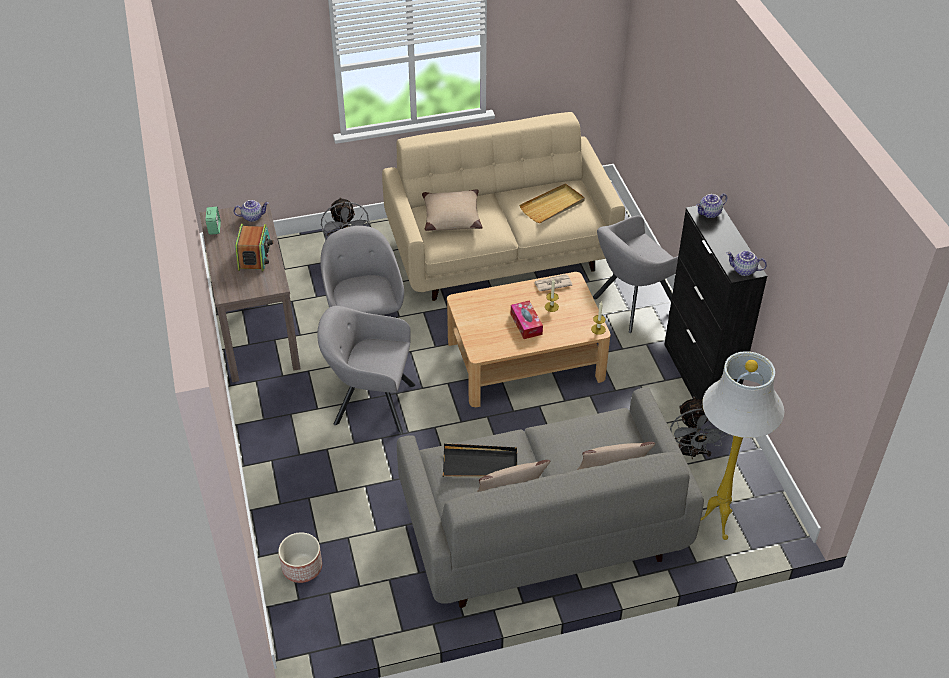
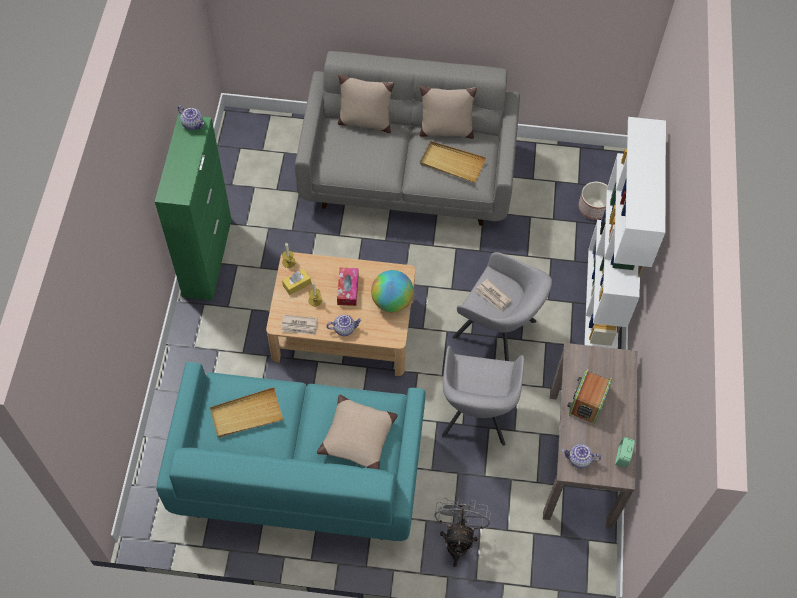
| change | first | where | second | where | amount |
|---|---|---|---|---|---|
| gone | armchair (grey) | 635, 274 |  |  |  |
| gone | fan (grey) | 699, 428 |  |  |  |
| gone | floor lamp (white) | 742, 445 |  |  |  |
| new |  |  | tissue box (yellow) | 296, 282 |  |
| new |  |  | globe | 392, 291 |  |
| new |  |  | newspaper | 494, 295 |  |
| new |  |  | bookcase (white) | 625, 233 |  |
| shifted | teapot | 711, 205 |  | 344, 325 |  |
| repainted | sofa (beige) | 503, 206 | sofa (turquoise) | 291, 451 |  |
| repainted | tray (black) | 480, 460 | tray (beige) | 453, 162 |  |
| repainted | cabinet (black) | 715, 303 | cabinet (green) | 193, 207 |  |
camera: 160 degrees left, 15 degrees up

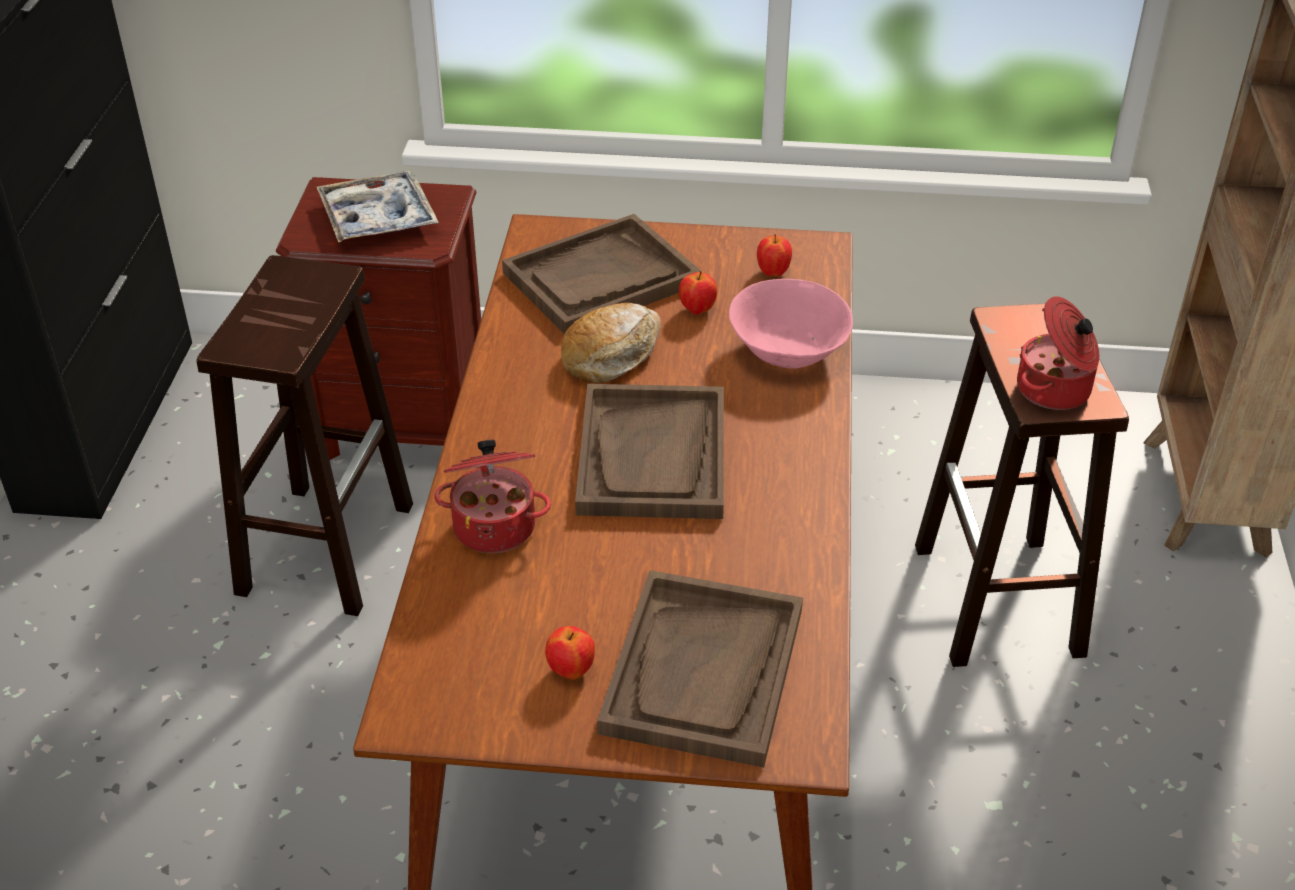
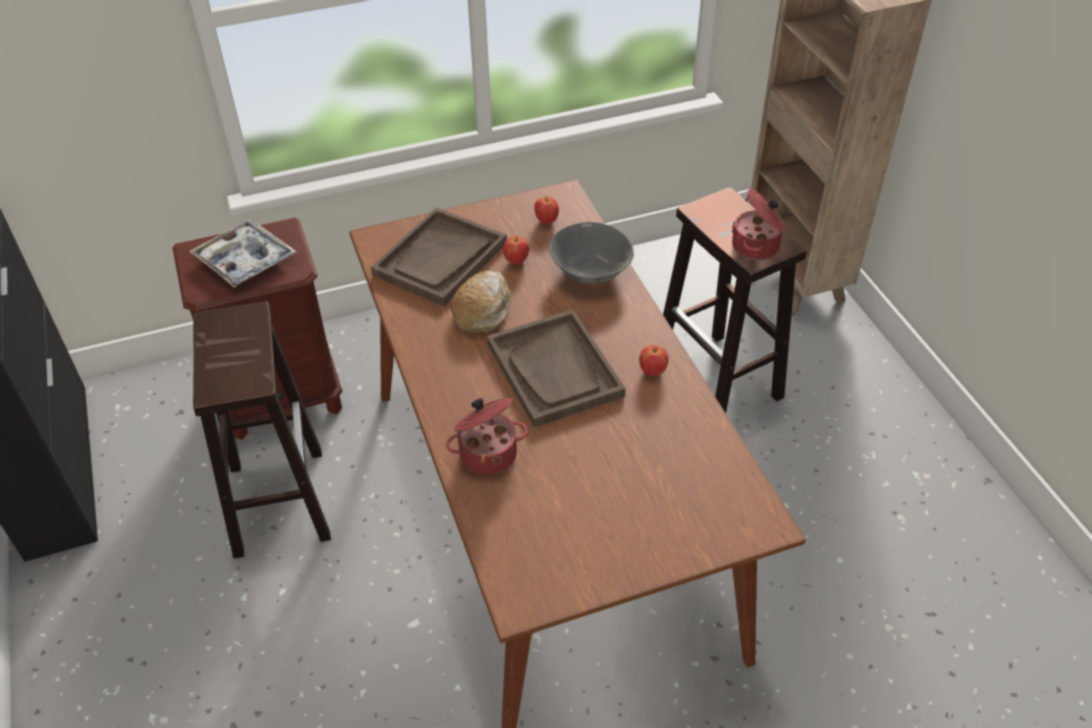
| change | first | where | second | where | amount |
|---|---|---|---|---|---|
| gone | tray (brown) | 700, 668 |  |  |  |
| shifted | apple | 570, 653 |  | 653, 360 |  |
| repainted | bowl (pink) | 791, 323 | bowl (grey) | 591, 253 |  |
camera: 25 degrees left, 5 degrees up

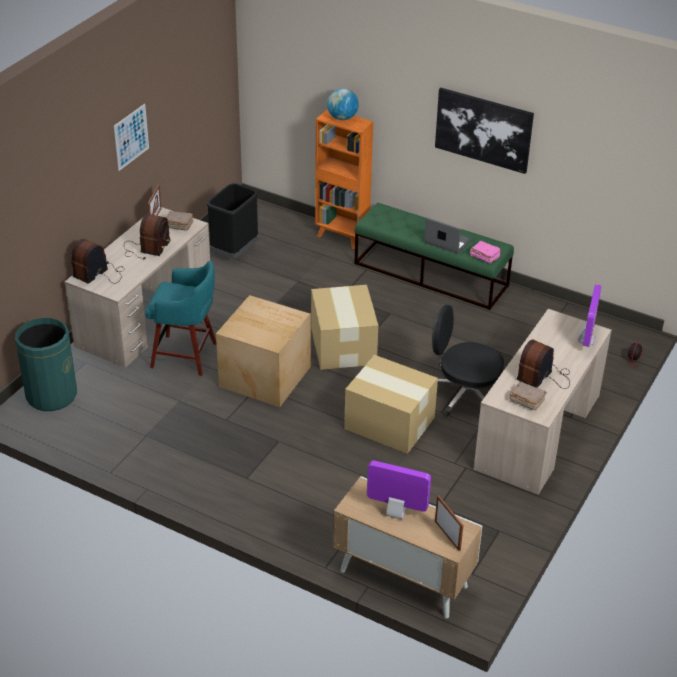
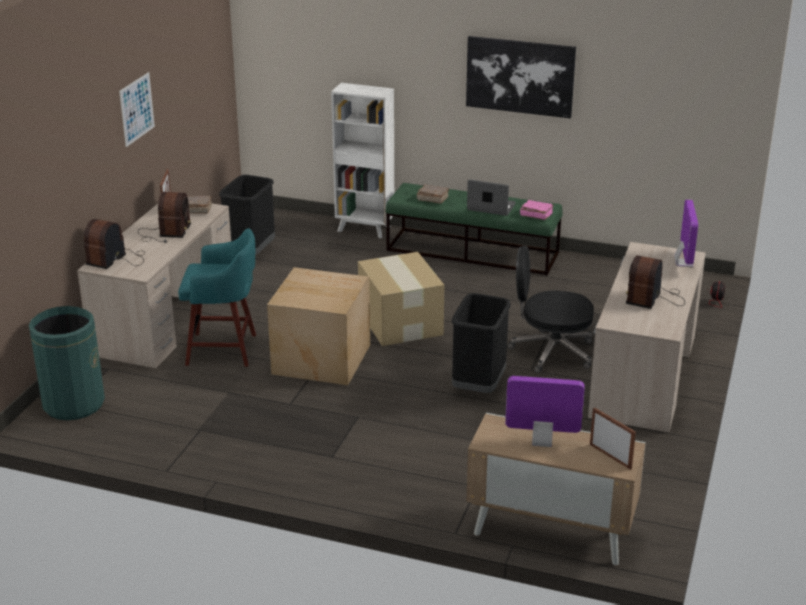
| change | first | where | second | where | amount |
|---|---|---|---|---|---|
| gone | globe | 343, 104 |  |  |  |
| shifted | book (brown) | 528, 396 |  | 433, 194 |  |
| swapped | cardboard box | 391, 404 | trash can (black) | 481, 343 |  |
| repainted | bookcase (orange) | 344, 179 | bookcase (white) | 362, 160 |  |
camera: 10 degrees left, 10 degrees down

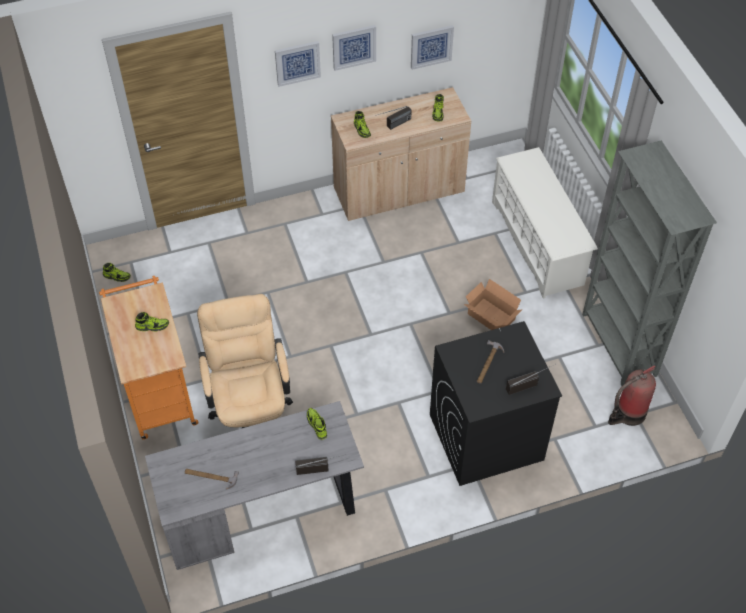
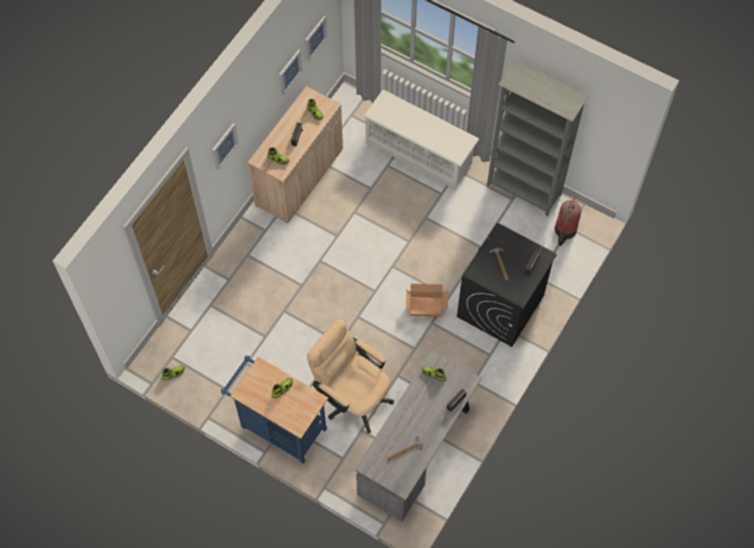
| change | first | where | second | where | amount |
|---|---|---|---|---|---|
| shifted | picture | 354, 48 |  | 316, 39 |  |
| shifted | cardboard box | 493, 304 |  | 427, 300 |  |
| repainted | cart (orange) | 149, 358 | cart (blue) | 274, 410 |  |
camera: 40 degrees left, 10 degrees up

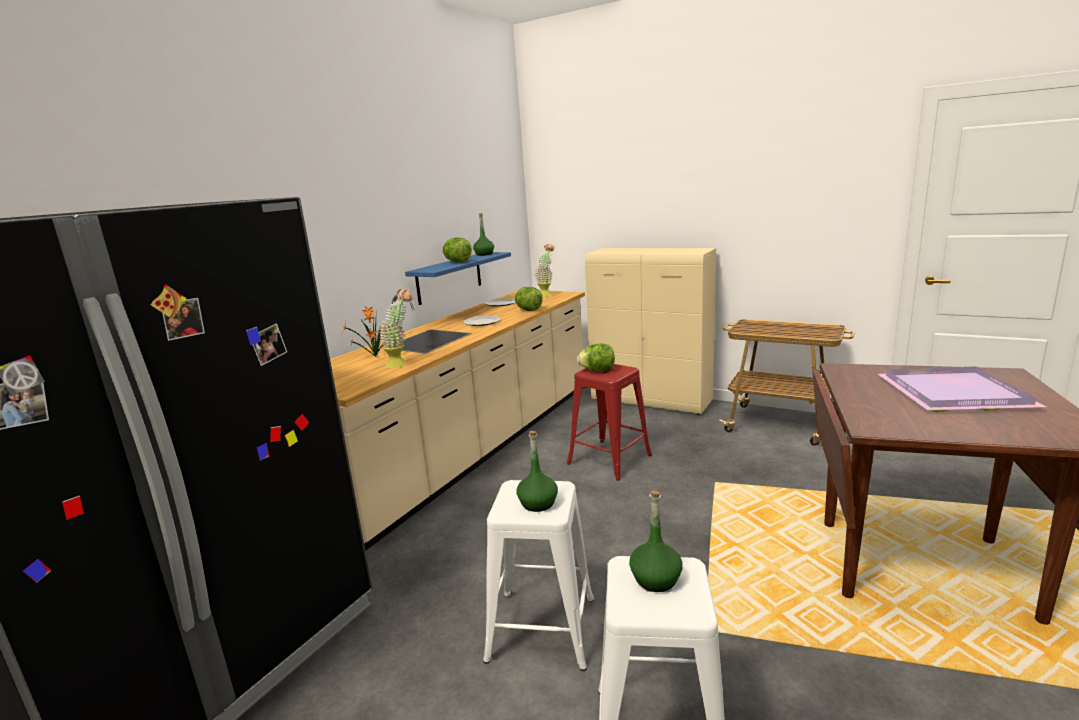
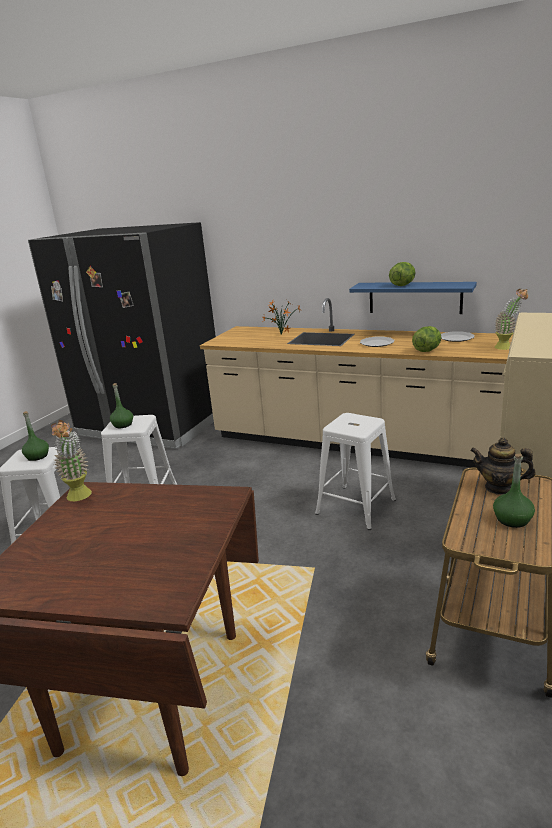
| change | first | where | second | where | amount |
|---|---|---|---|---|---|
| gone | lettuce | 596, 357 |  |  |  |
| gone | tray (purple) | 962, 389 |  |  |  |
| new |  |  | teapot | 503, 466 |  |
| shifted | potted plant | 395, 328 |  | 71, 460 |  |
| shifted | bottle (green) | 483, 234 |  | 514, 491 |  |
| repainted | stool (red) | 609, 422 | stool (white) | 355, 471 |  |
camera: 85 degrees right, 5 degrees up

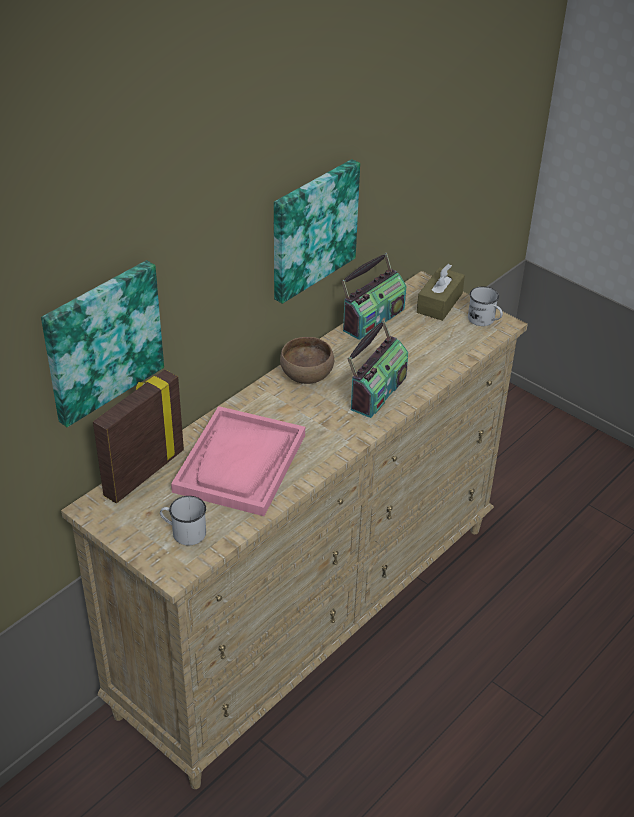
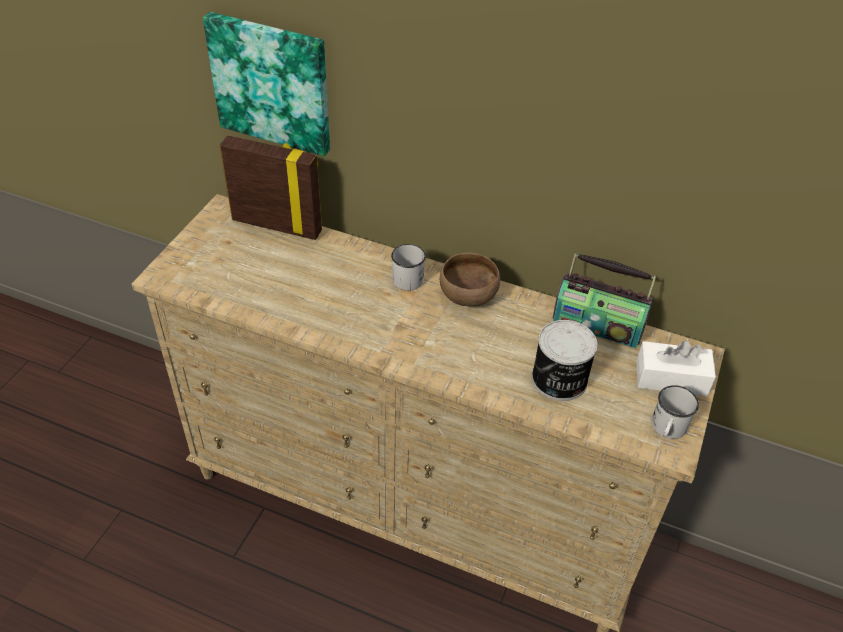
| change | first | where | second | where | amount |
|---|---|---|---|---|---|
| gone | tray (pink) | 238, 461 |  |  |  |
| gone | picture | 316, 231 |  |  |  |
| gone | radio | 377, 369 |  |  |  |
| new |  |  | can | 565, 360 |  |
| shifted | mug (white) | 183, 520 |  | 408, 267 |  |
| repainted | tissue box (brown) | 441, 292 | tissue box (white) | 676, 368 |  |
camera: 70 degrees right, 5 degrees up

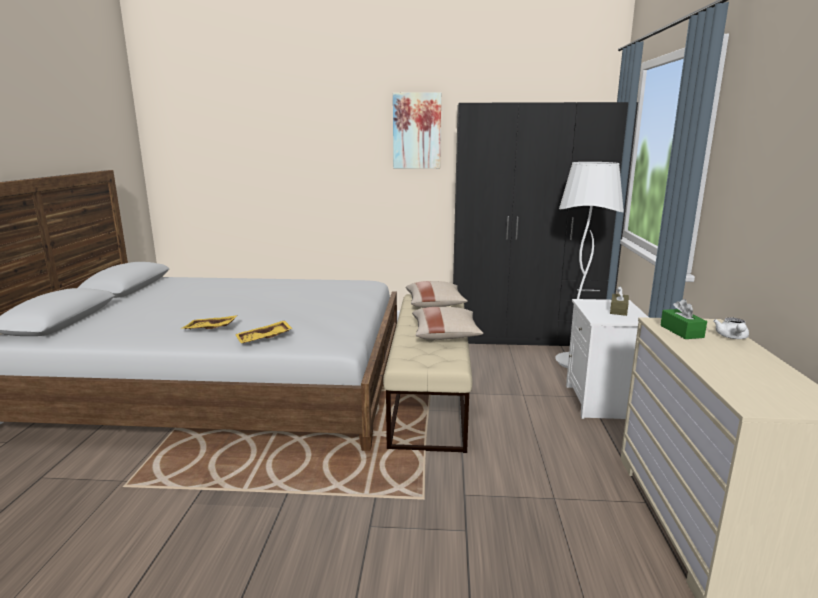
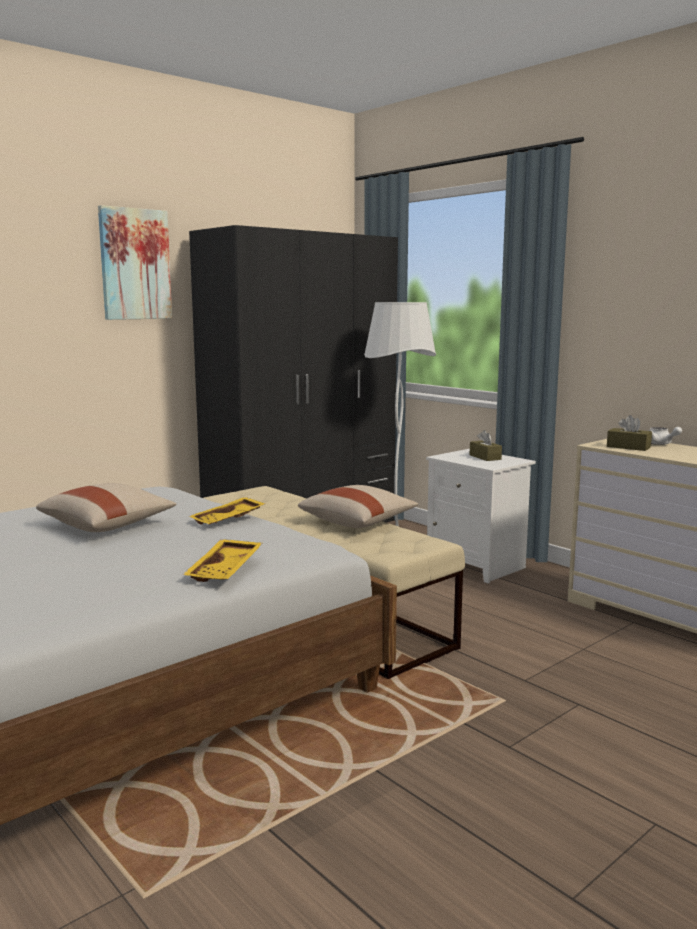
| change | first | where | second | where | amount |
|---|---|---|---|---|---|
| shifted | tray (yellow) | 209, 322 |  | 227, 511 |  |
| shifted | pillow (beige) | 437, 294 |  | 106, 507 |  |
| repainted | tissue box (green) | 683, 319 | tissue box (brown) | 629, 433 |  |
camera: 45 degrees left, 5 degrees down

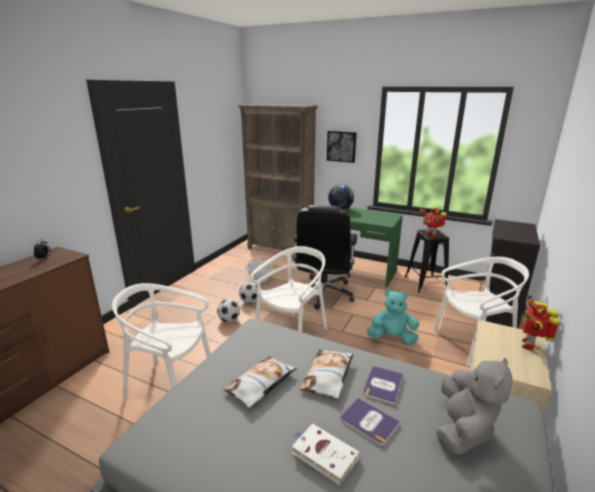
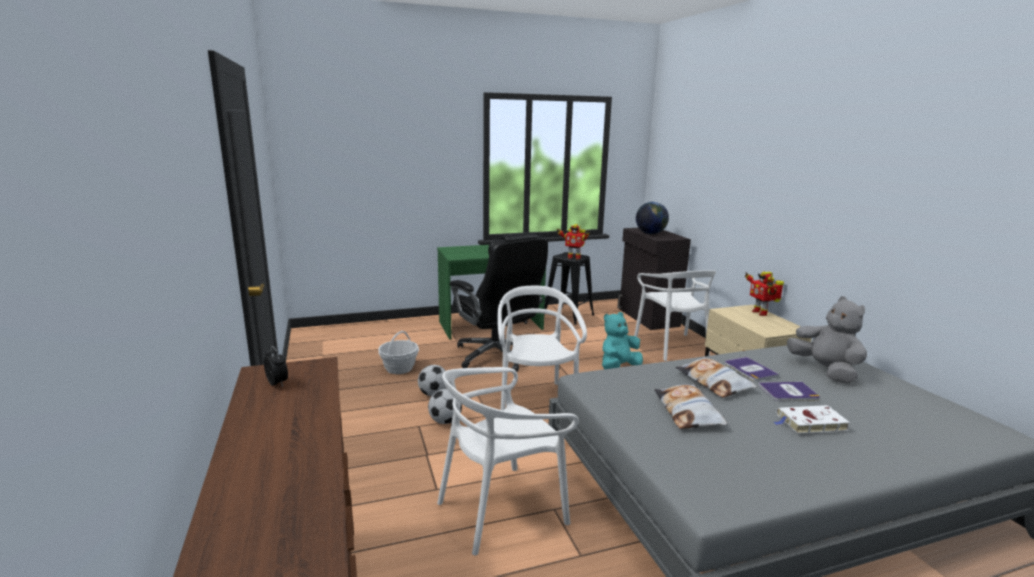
| change | first | where | second | where | amount |
|---|---|---|---|---|---|
| gone | bookcase (brown) | 278, 177 |  |  |  |
| gone | picture | 342, 147 |  |  |  |
| shifted | globe | 341, 197 |  | 652, 218 |  |
| rotated | chair (white) | 481, 312 |  | 675, 315 | 135 degrees clockwise |
camera: 45 degrees left, 5 degrees down

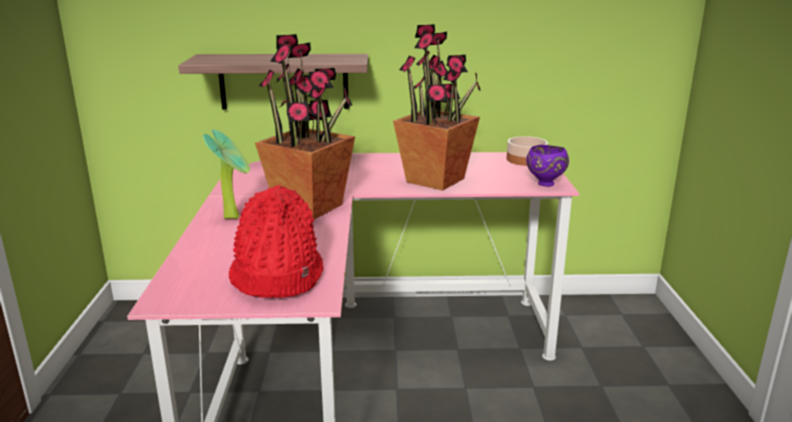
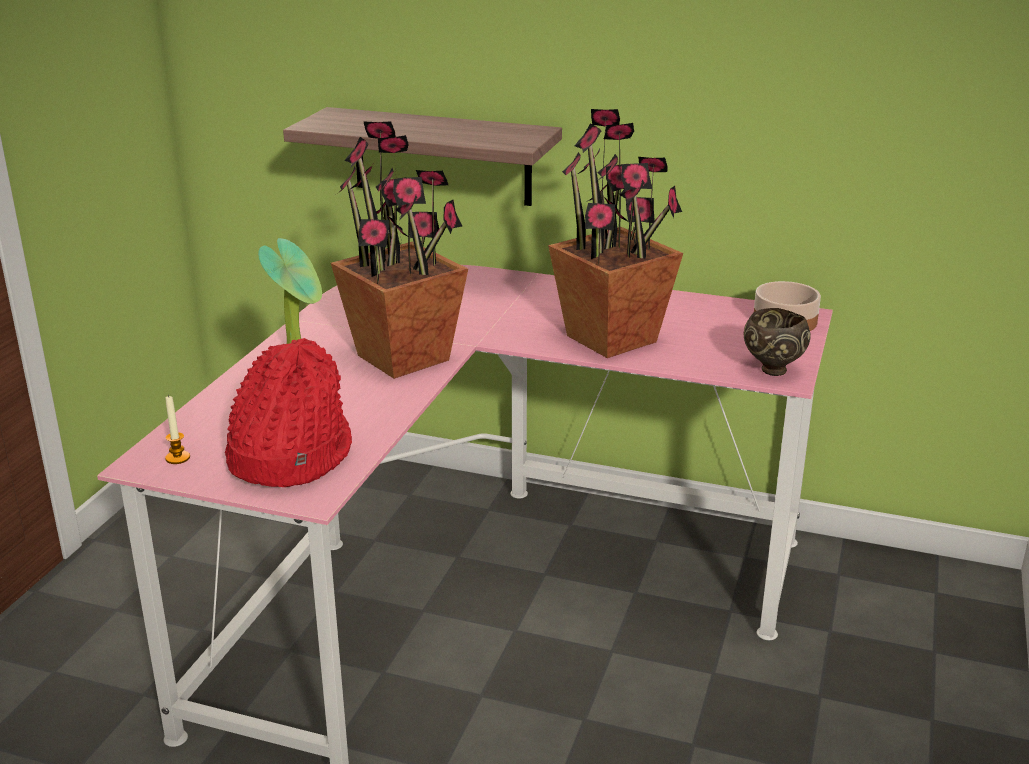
| change | first | where | second | where | amount |
|---|---|---|---|---|---|
| new |  |  | candle | 177, 429 |  |
| repainted | bowl (purple) | 547, 166 | bowl (brown) | 777, 342 |  |
camera: 20 degrees right, 5 degrees up

